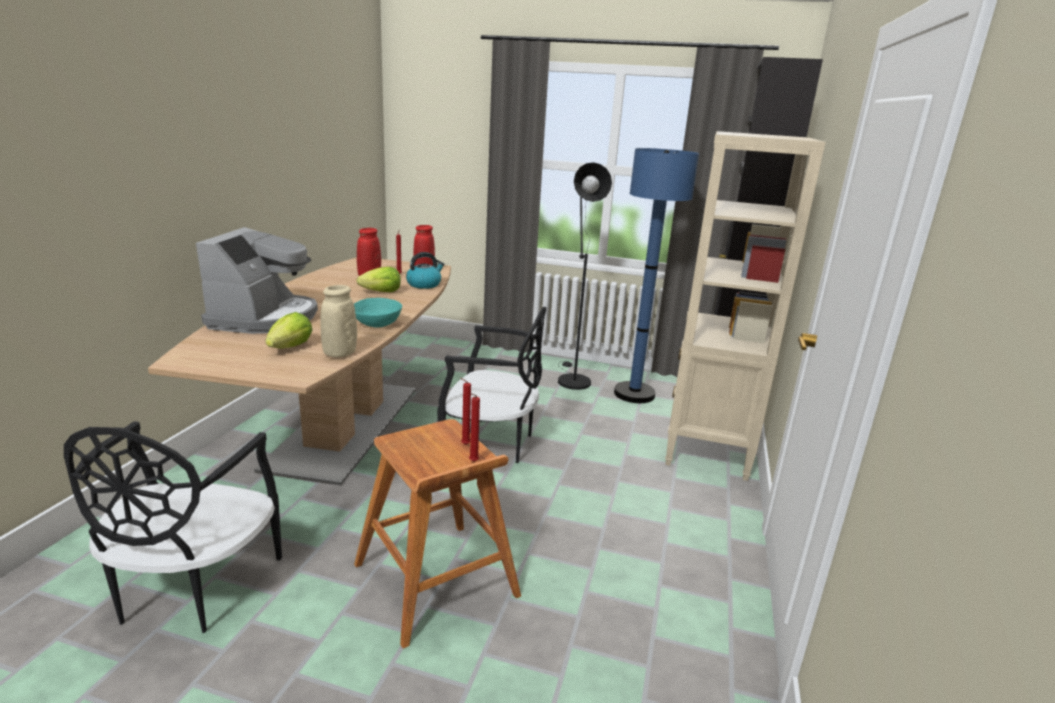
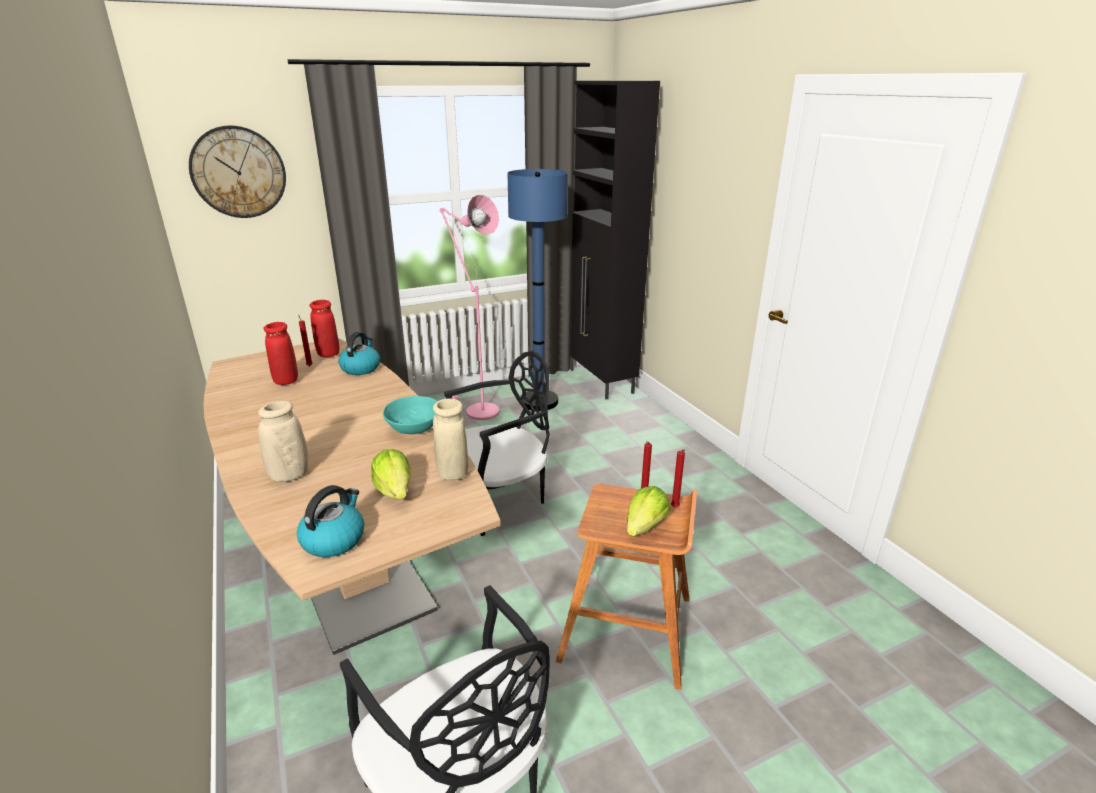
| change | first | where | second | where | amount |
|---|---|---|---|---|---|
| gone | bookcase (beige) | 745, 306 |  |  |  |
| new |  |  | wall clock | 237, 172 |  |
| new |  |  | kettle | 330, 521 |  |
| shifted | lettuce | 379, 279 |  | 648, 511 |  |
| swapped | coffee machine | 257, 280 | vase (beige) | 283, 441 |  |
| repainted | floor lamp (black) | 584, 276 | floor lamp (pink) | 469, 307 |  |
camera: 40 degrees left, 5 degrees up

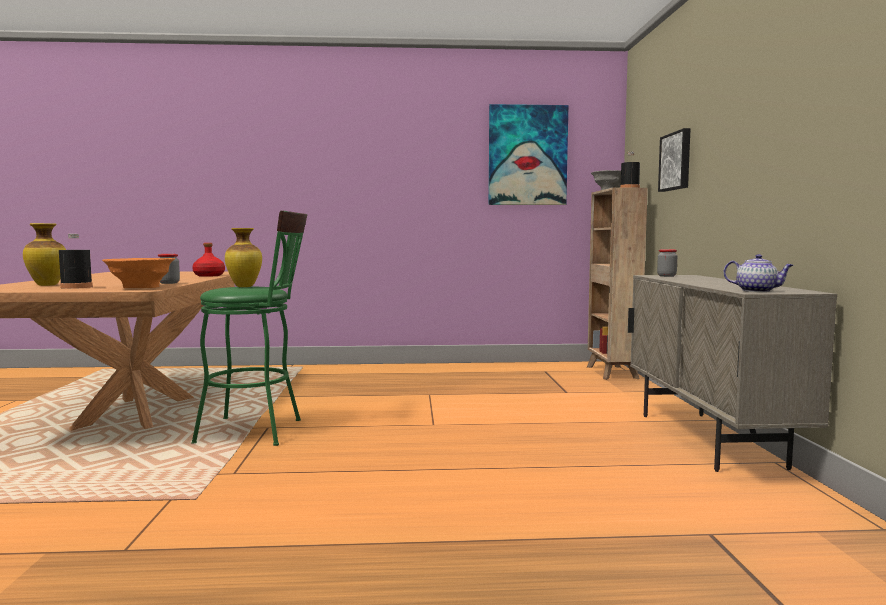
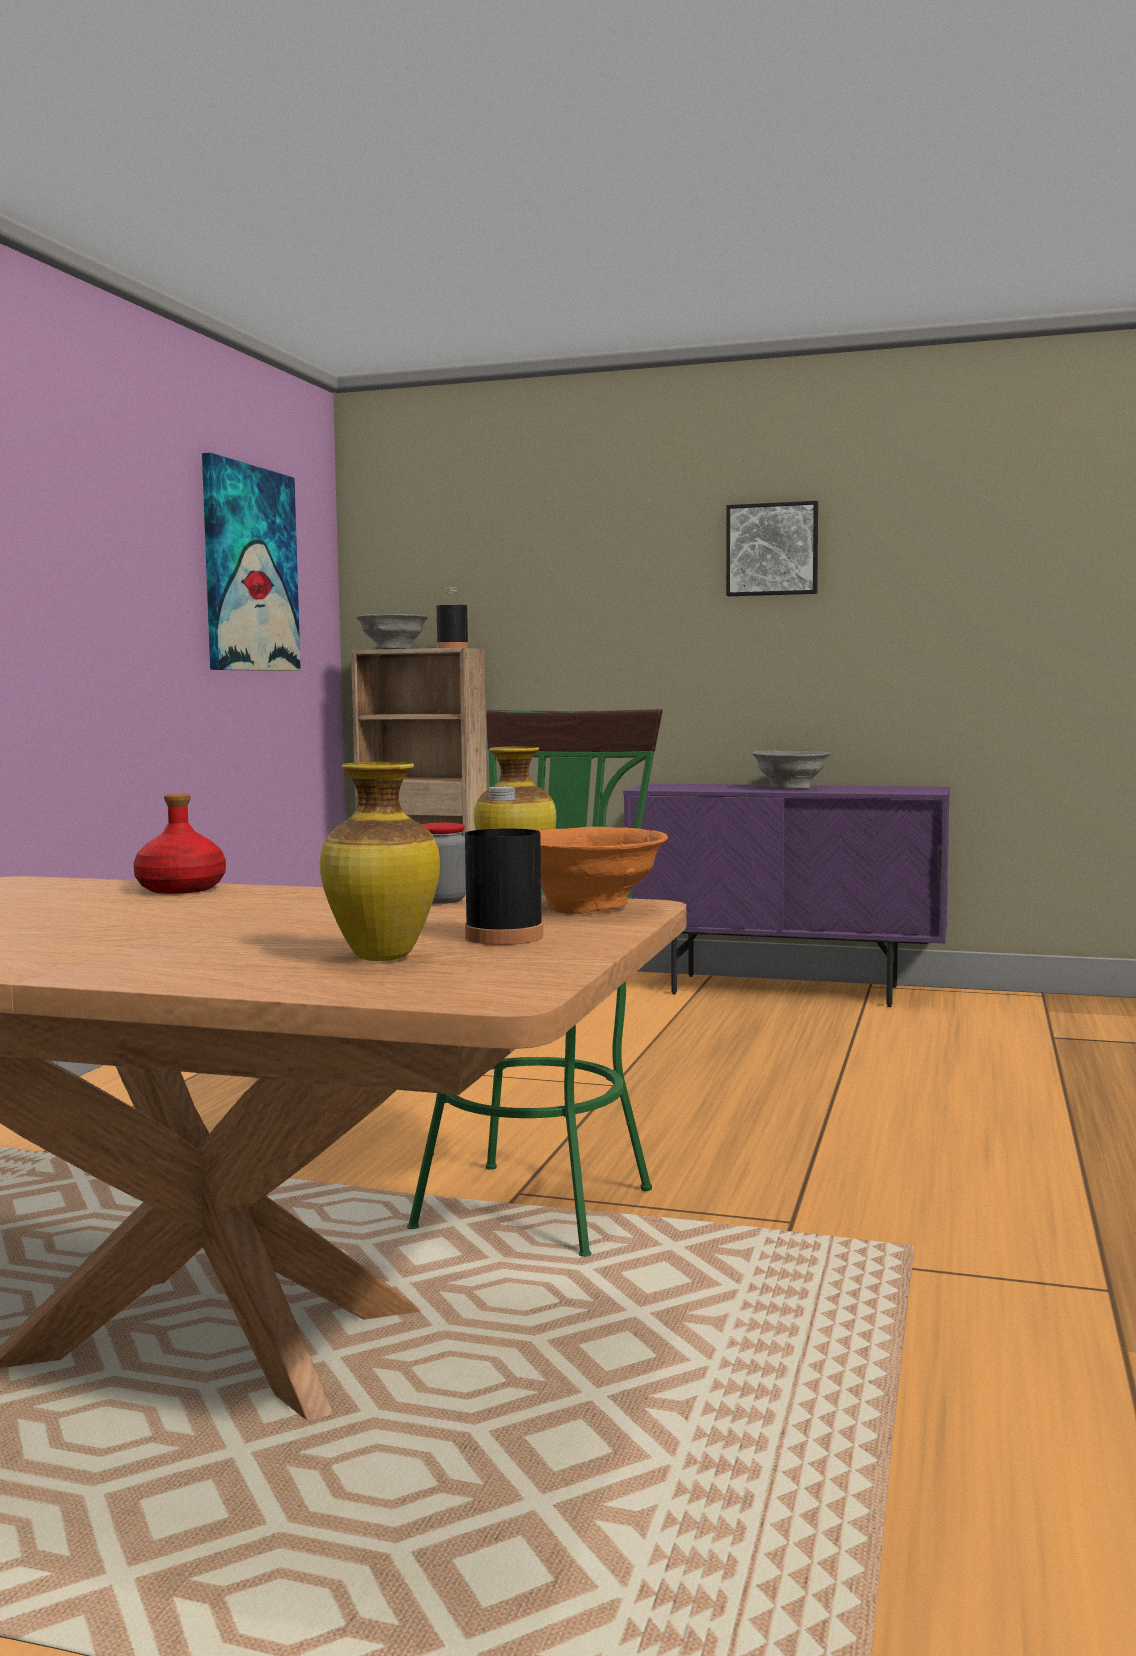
| change | first | where | second | where | amount |
|---|---|---|---|---|---|
| gone | jar | 667, 263 |  |  |  |
| gone | teapot | 758, 273 |  |  |  |
| new |  |  | bowl (grey) | 791, 770 |  |
| shifted | picture | 674, 160 |  | 772, 548 |  |
| repainted | cabinet (beige) | 732, 373 | cabinet (purple) | 786, 895 |  |
camera: 70 degrees left, 0 degrees up

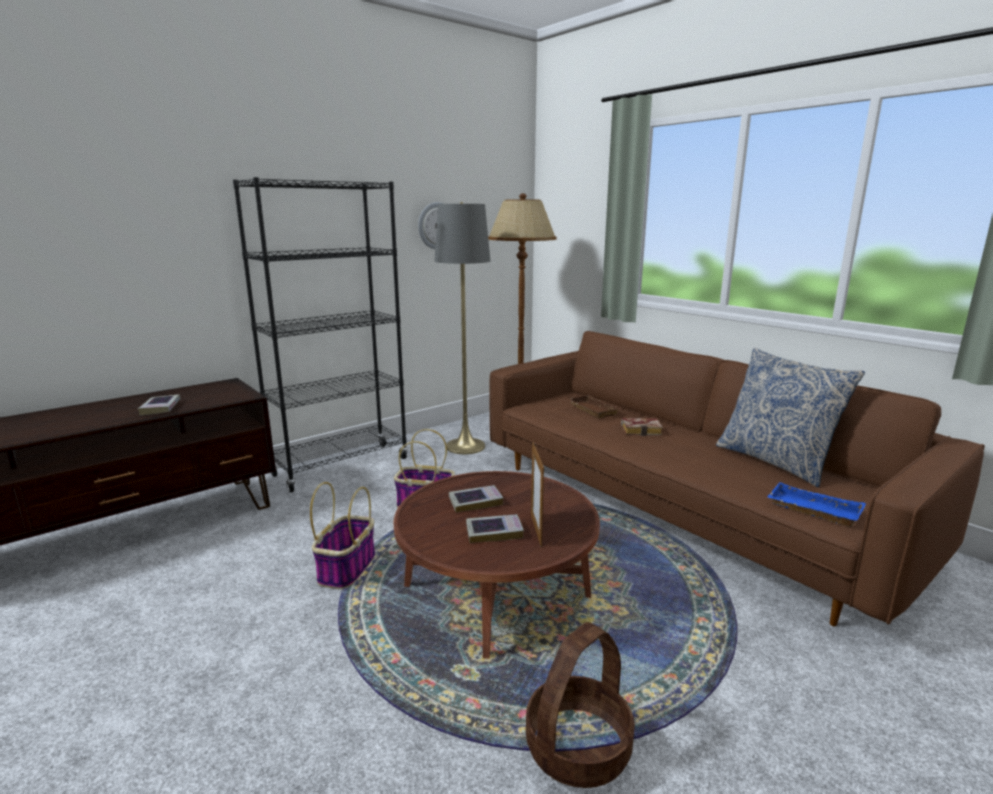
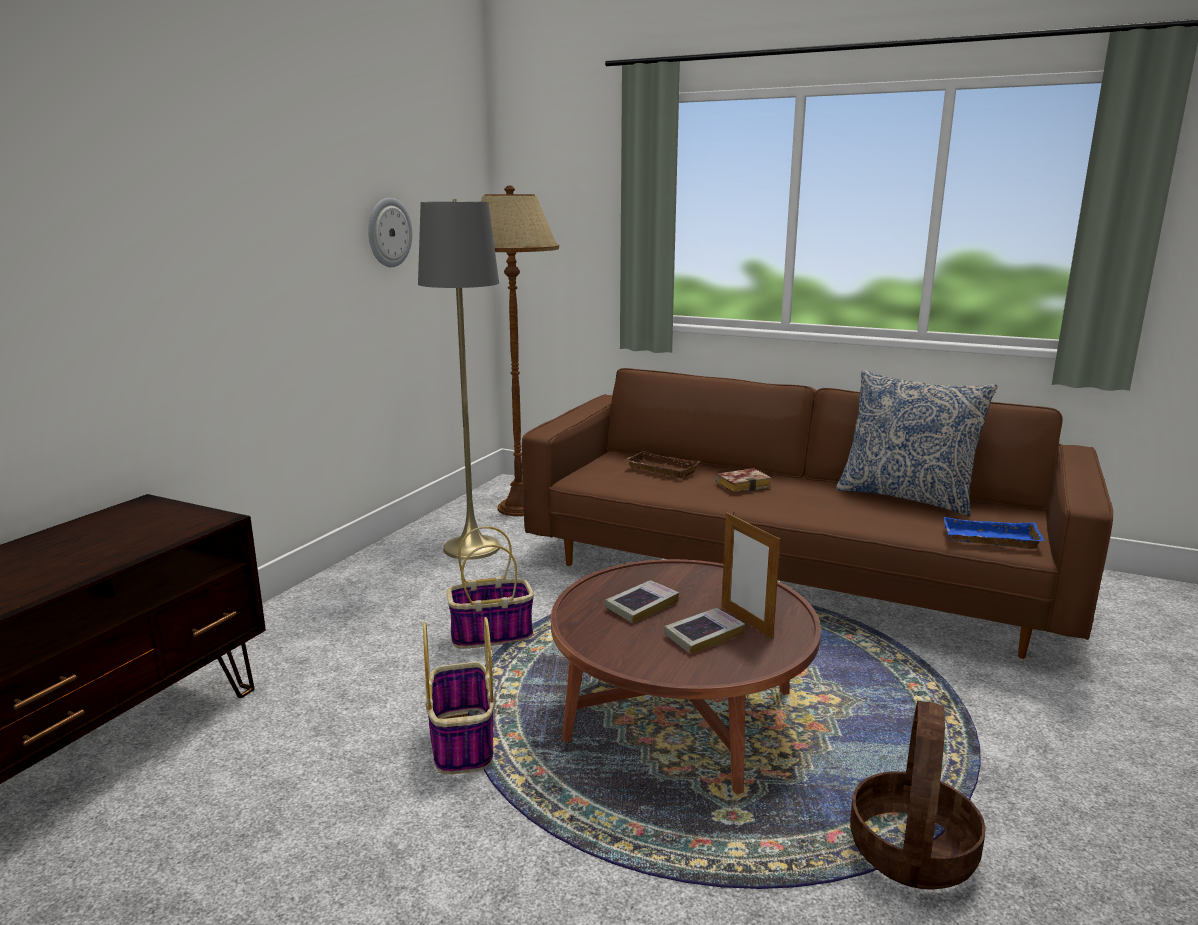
| change | first | where | second | where | amount |
|---|---|---|---|---|---|
| gone | book | 159, 404 |  |  |  |
| gone | bookcase (black) | 320, 334 |  |  |  |
camera: 25 degrees left, 0 degrees up

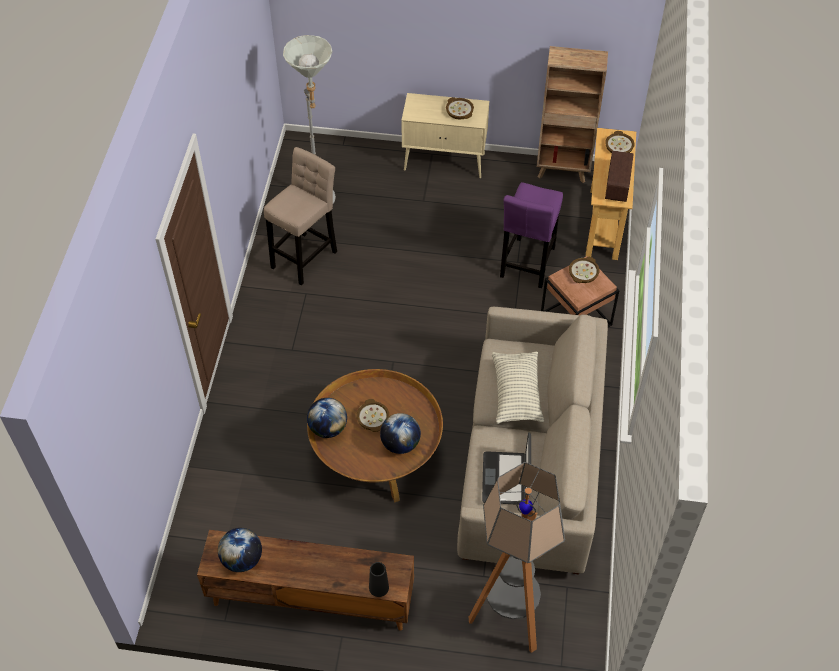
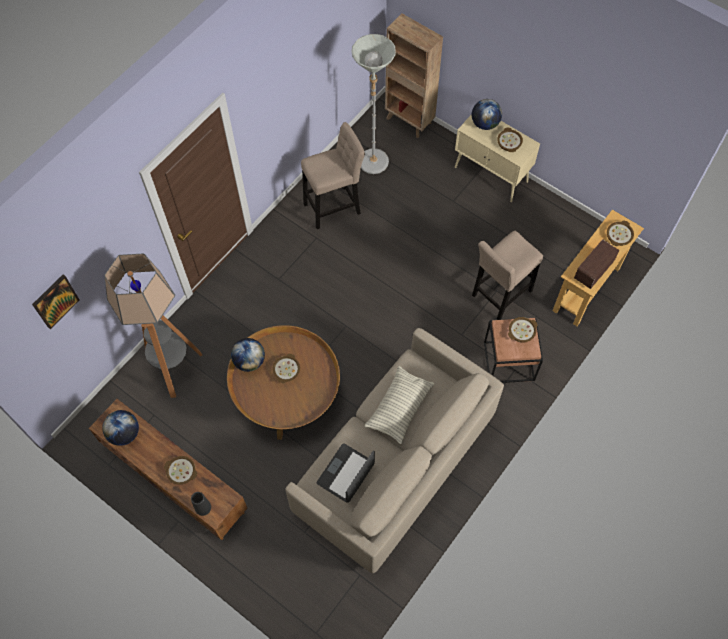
| change | first | where | second | where | amount |
|---|---|---|---|---|---|
| new |  |  | picture | 56, 301 |  |
| new |  |  | bowl | 180, 470 |  |
| shifted | globe | 400, 433 |  | 487, 114 |  |
| shifted | floor lamp | 517, 557 |  | 153, 325 |  |
| shifted | bookcase (brown) | 572, 114 |  | 414, 75 |  |
| repainted | stool (purple) | 531, 235 | stool (beige) | 507, 275 |  |
camera: 30 degrees right, 10 degrees up

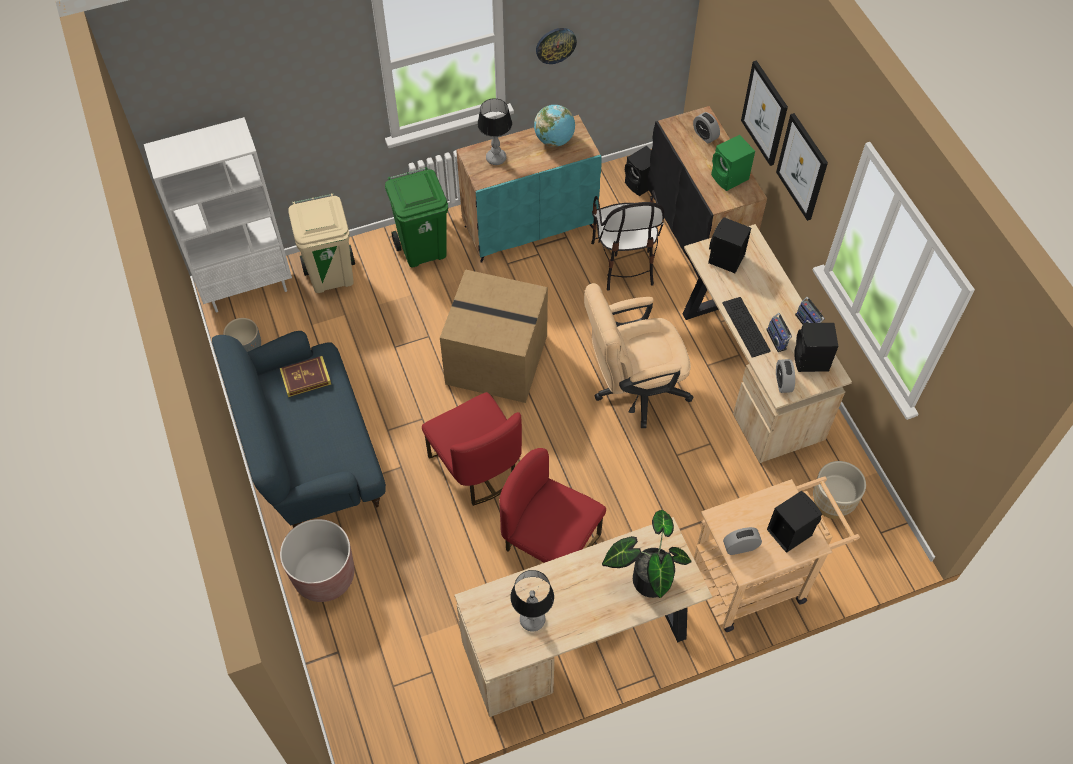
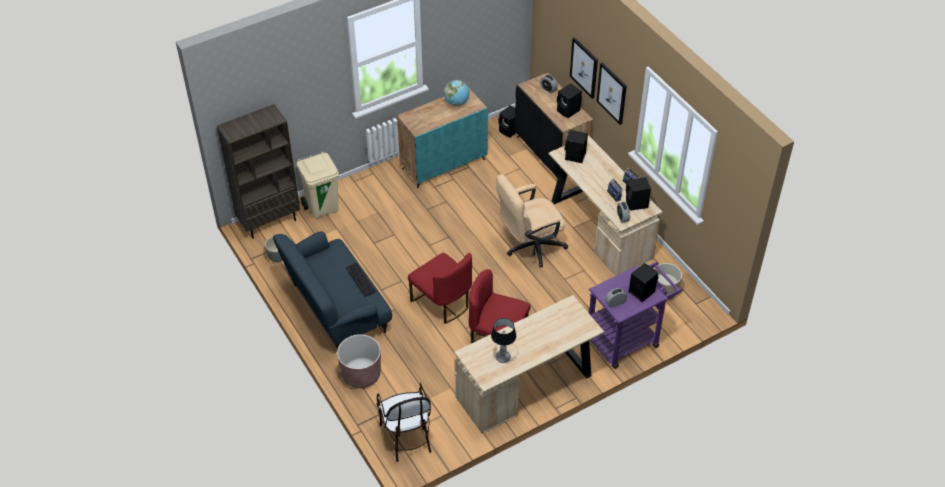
| change | first | where | second | where | amount |
|---|---|---|---|---|---|
| gone | book | 305, 376 |  |  |  |
| gone | trash can (green) | 416, 217 |  |  |  |
| gone | cardboard box | 494, 336 |  |  |  |
| gone | table lamp | 494, 131 |  |  |  |
| gone | wall clock | 556, 46 |  |  |  |
| gone | potted plant | 647, 554 |  |  |  |
| shifted | chair | 627, 240 |  | 404, 422 |  |
| shifted | keyboard | 746, 327 |  | 360, 280 |  |
| repainted | bookcase (white) | 218, 215 | bookcase (brown) | 258, 171 |  |
| repainted | cart (beige) | 777, 554 | cart (purple) | 635, 315 |  |
| repainted | speaker (green) | 733, 163 | speaker (black) | 569, 100 |  |
camera: 10 degrees left, 10 degrees down

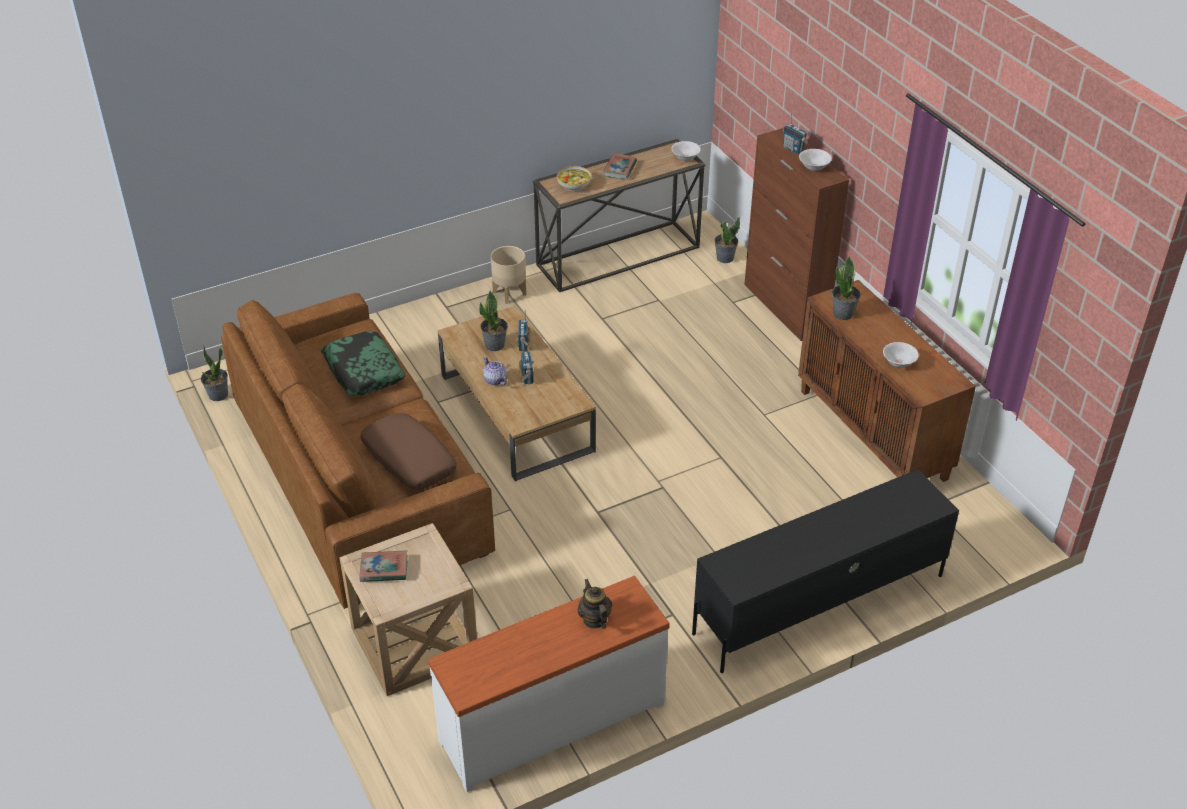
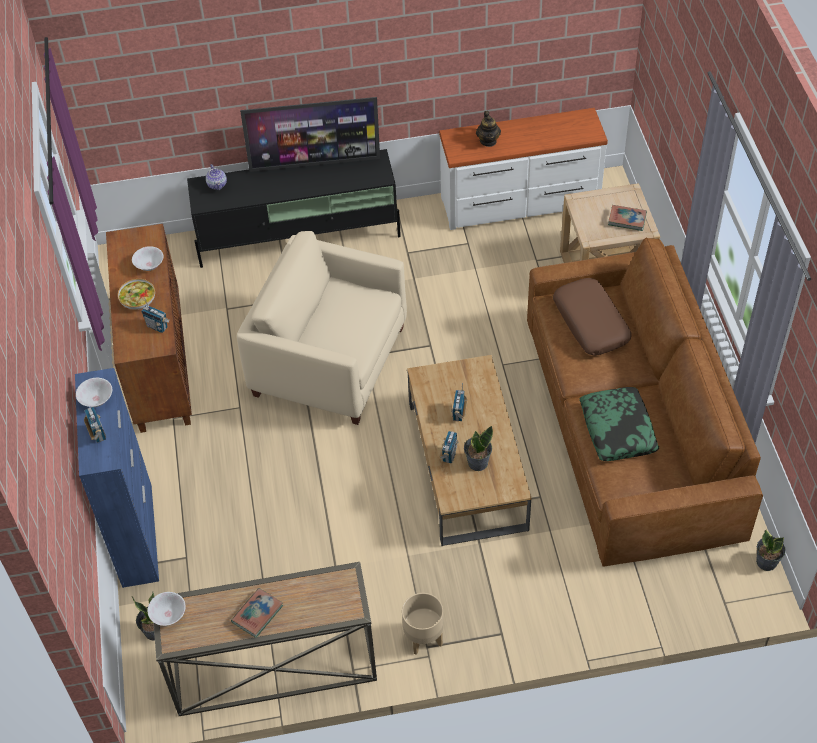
| change | first | where | second | where | amount |
|---|---|---|---|---|---|
| new |  |  | armchair (beige) | 322, 328 |  |
| new |  |  | television | 310, 134 |  |
| shifted | teapot | 495, 371 |  | 216, 177 |  |
| shifted | bowl | 574, 178 |  | 136, 294 |  |
| swapped | potted plant | 846, 288 | radio | 155, 315 |  |
| repainted | cabinet (brown) | 796, 234 | cabinet (blue) | 117, 478 |  |
camera: 160 degrees left, 10 degrees up

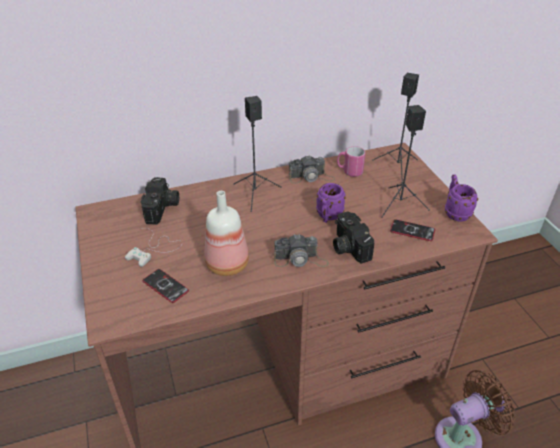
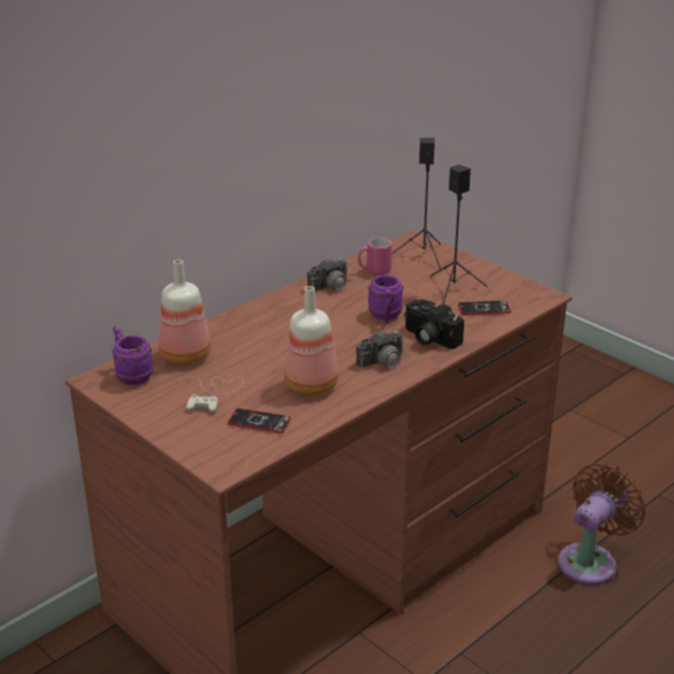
| change | first | where | second | where | amount |
|---|---|---|---|---|---|
| gone | speaker (black) | 257, 154 |  |  |  |
| shifted | mug (purple) | 461, 198 |  | 132, 355 |  |
| swapped | photo camera | 160, 200 | bottle | 185, 312 |  |
camera: 25 degrees left, 10 degrees down

